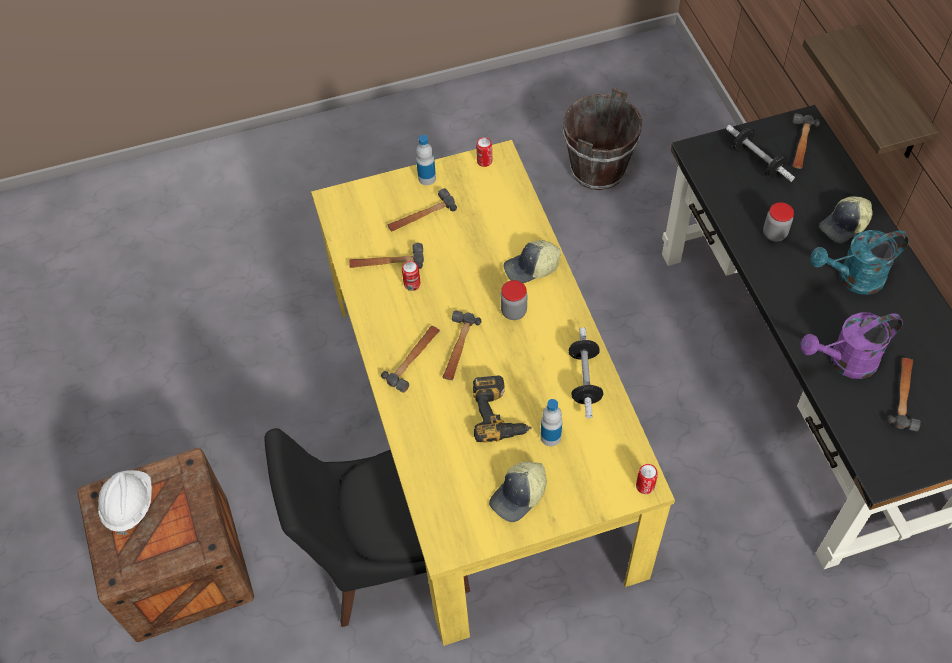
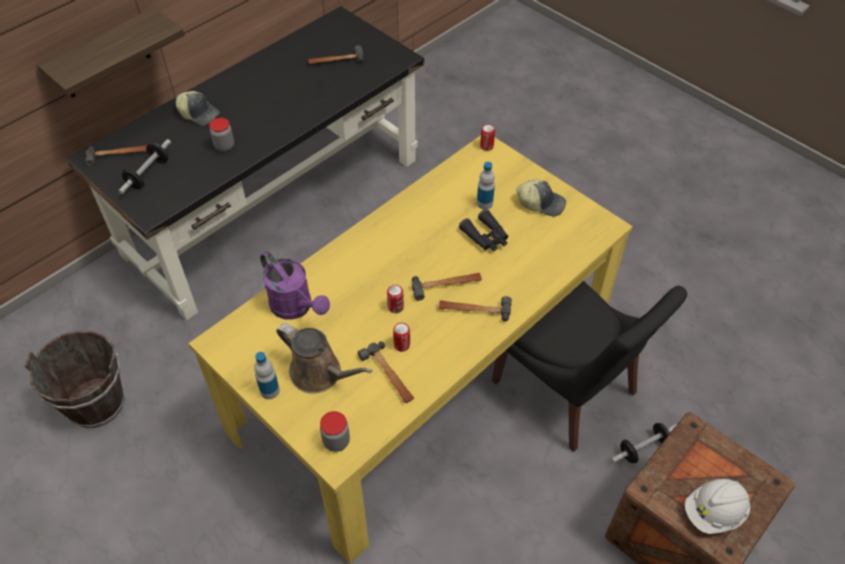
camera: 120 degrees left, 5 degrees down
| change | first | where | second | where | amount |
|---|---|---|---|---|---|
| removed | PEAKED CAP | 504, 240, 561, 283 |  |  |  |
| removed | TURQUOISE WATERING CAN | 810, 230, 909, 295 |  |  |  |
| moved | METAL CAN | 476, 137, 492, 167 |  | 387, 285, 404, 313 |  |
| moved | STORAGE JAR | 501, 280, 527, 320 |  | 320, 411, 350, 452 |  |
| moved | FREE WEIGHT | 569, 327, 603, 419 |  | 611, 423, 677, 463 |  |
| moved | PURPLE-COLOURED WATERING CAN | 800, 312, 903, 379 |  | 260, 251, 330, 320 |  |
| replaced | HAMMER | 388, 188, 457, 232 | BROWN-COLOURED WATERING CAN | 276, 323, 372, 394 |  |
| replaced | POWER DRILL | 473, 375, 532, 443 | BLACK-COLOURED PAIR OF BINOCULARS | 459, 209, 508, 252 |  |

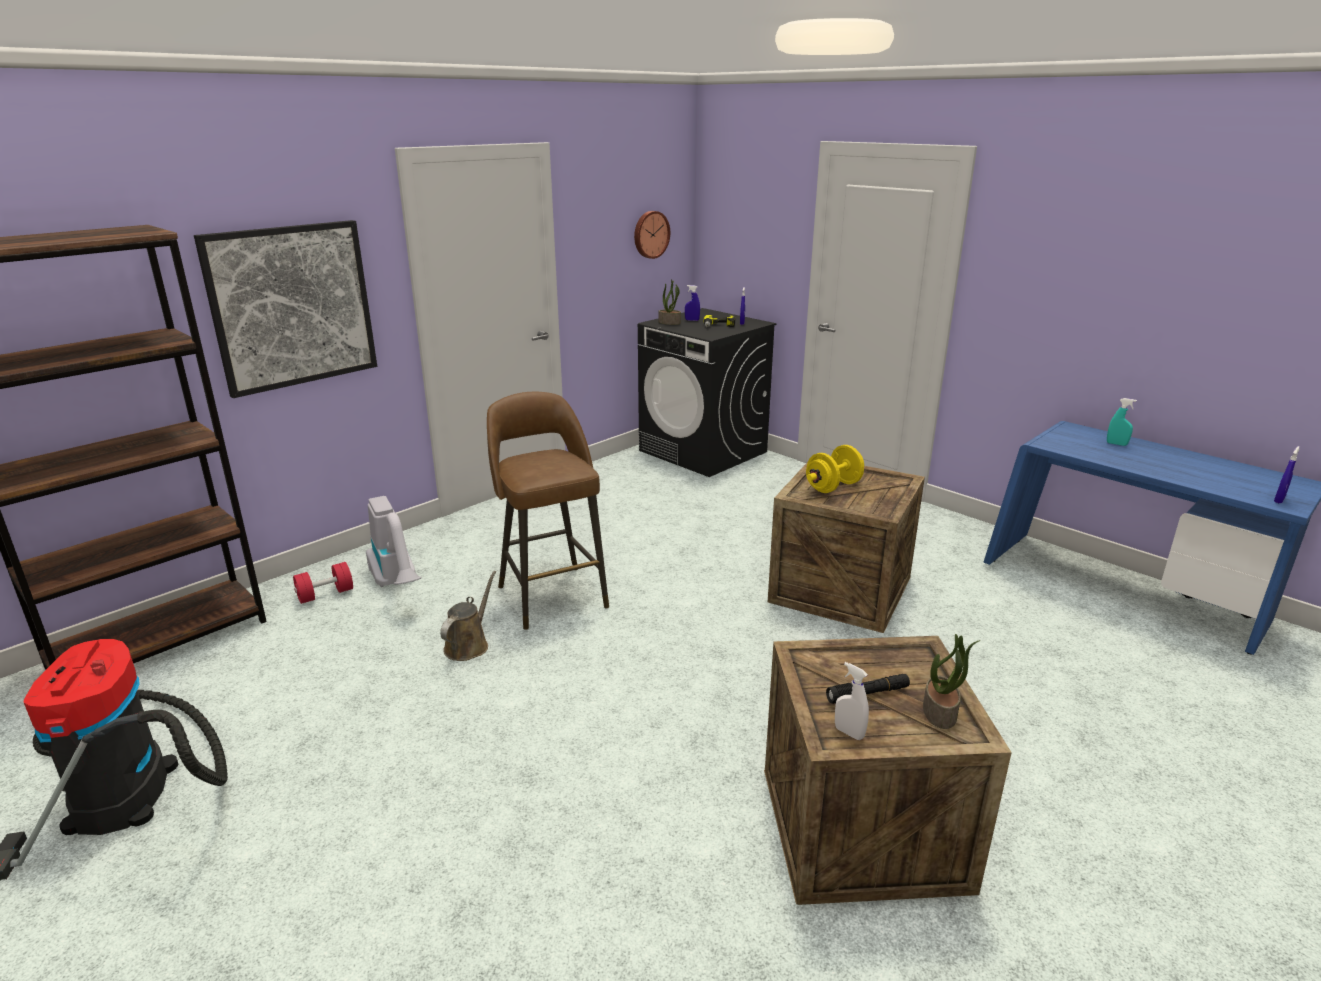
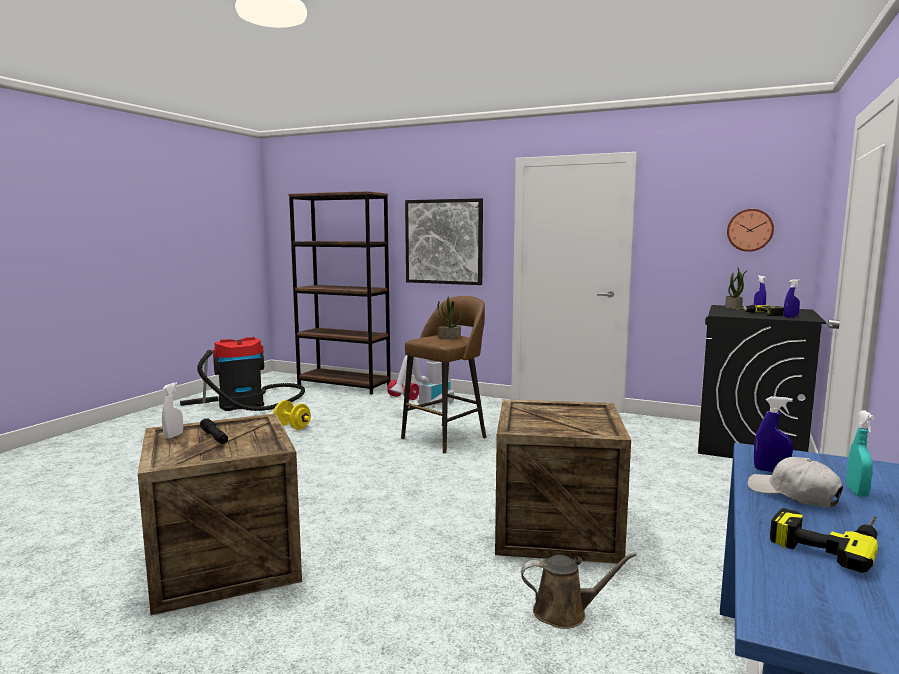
camera: 70 degrees right, 15 degrees down
| change | first | where | second | where | amount |
|---|---|---|---|---|---|
| added |  |  | WHITE-COLOURED PEAKED CAP | 747, 457, 843, 508 |  |
| added |  |  | POWER DRILL | 770, 508, 878, 573 |  |
| moved | BROWN-COLOURED WATERING CAN | 440, 571, 496, 661 |  | 521, 552, 637, 629 |  |
| moved | YELLOWISH FREE WEIGHT | 806, 445, 864, 493 |  | 273, 400, 311, 430 |  |
| moved | HOUSEPLANT | 923, 634, 981, 729 |  | 437, 296, 461, 339 |  |
| moved | BLUE HAND SPRAYER | 1274, 446, 1300, 503 |  | 754, 396, 793, 472 |  |

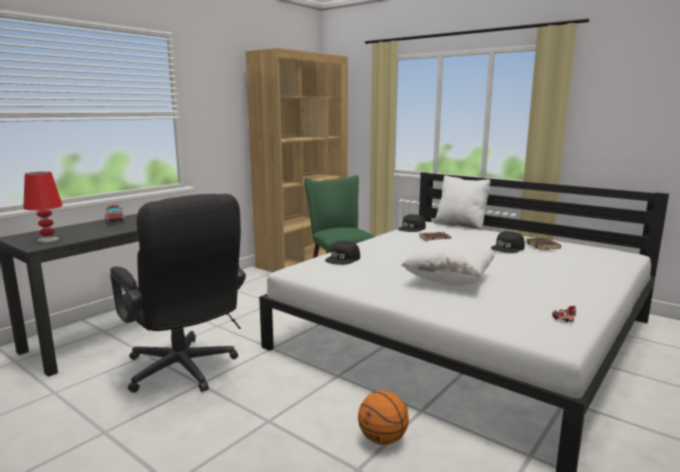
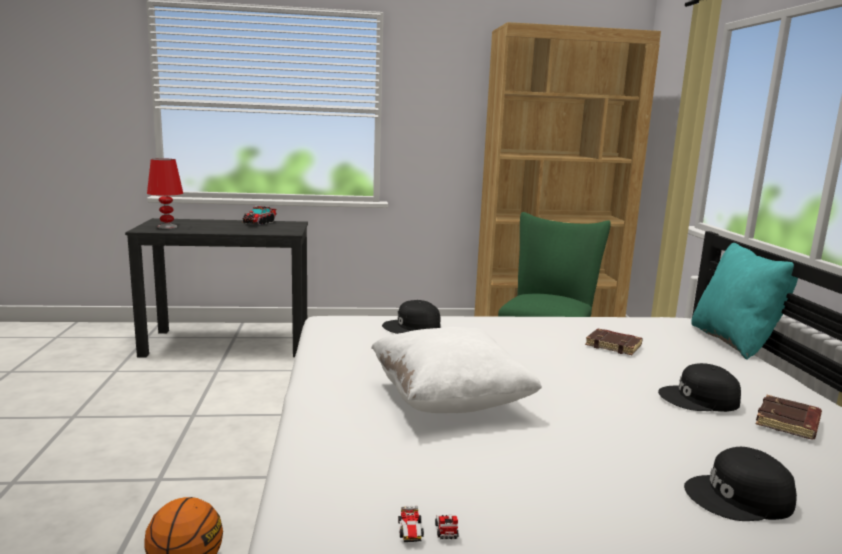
camera: 45 degrees right, 0 degrees up
| change | first | where | second | where | amount |
|---|---|---|---|---|---|
| removed | BLACK-COLOURED OFFICE CHAIR | 110, 194, 246, 393 |  |  |  |
| moved | BLACK-COLOURED PEAKED CAP | 398, 214, 426, 232 |  | 684, 447, 797, 521 |  |
| recoloured | WHITE-COLOURED THROW PILLOW | 434, 176, 491, 231 | TURQUOISE THROW PILLOW | 691, 243, 798, 360 |  |

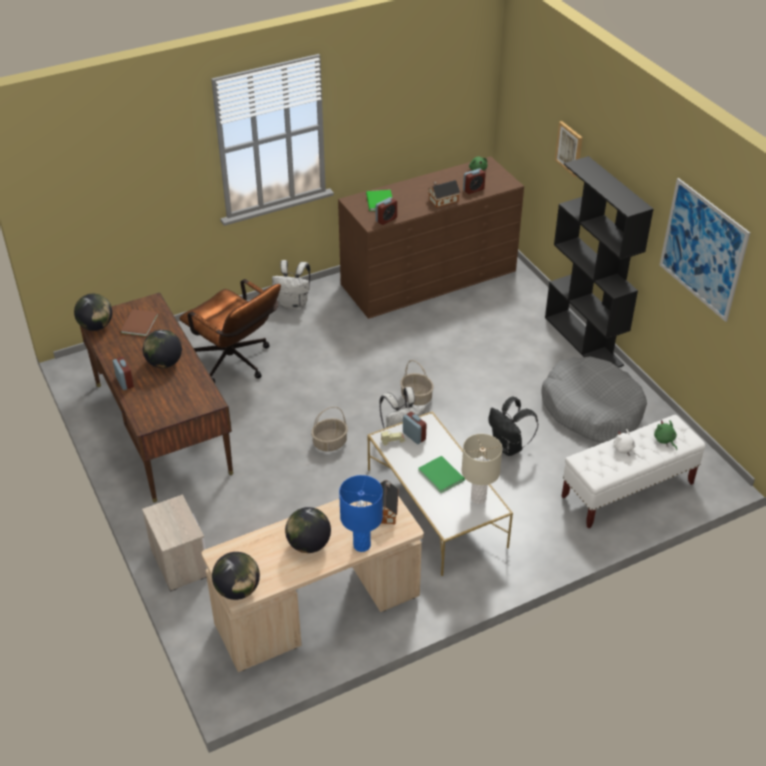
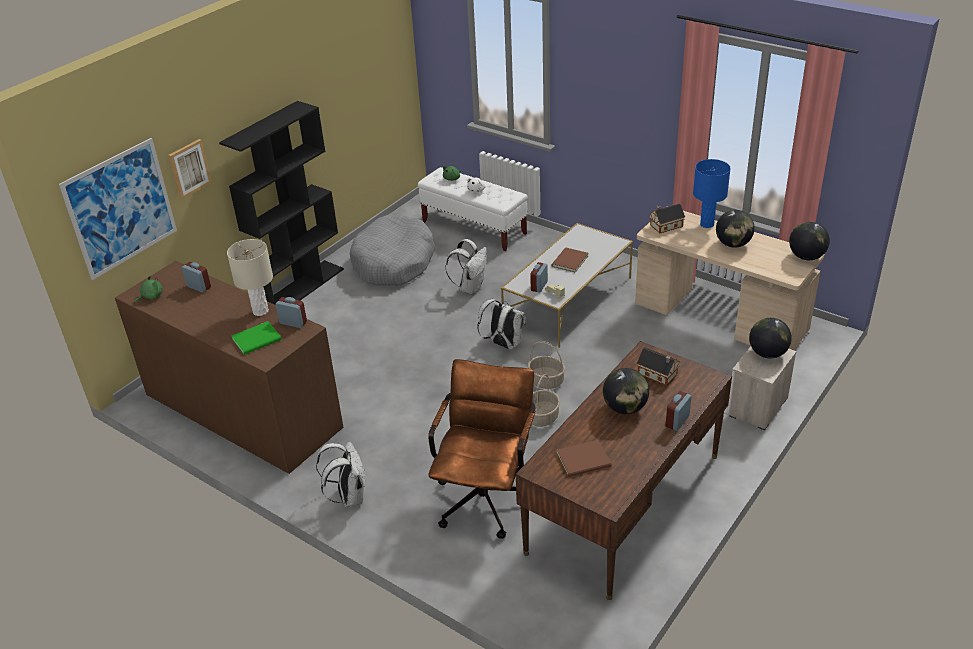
camera: 115 degrees left, 5 degrees down
| change | first | where | second | where | amount |
|---|---|---|---|---|---|
| moved | GLOBE | 74, 294, 113, 331 |  | 749, 318, 792, 358 |  |
| moved | STORAGE BASKET | 400, 360, 434, 406 |  | 532, 374, 560, 427 |  |
| moved | TOY HOUSE | 427, 180, 460, 208 |  | 637, 347, 681, 386 |  |
| moved | SAND-COLOURED TABLE LAMP | 462, 434, 502, 504 |  | 227, 239, 273, 316 |  |
| moved | PICTURE | 660, 178, 750, 322 |  | 59, 138, 177, 280 |  |
| recoloured | GREEN-COLOURED VOLUME | 418, 456, 465, 493 | BROWN-COLOURED VOLUME | 551, 247, 589, 273 |  |
| recoloured | BLACK-COLOURED RUCKSACK | 488, 397, 538, 456 | WHITE-COLOURED RUCKSACK | 445, 239, 487, 295 |  |

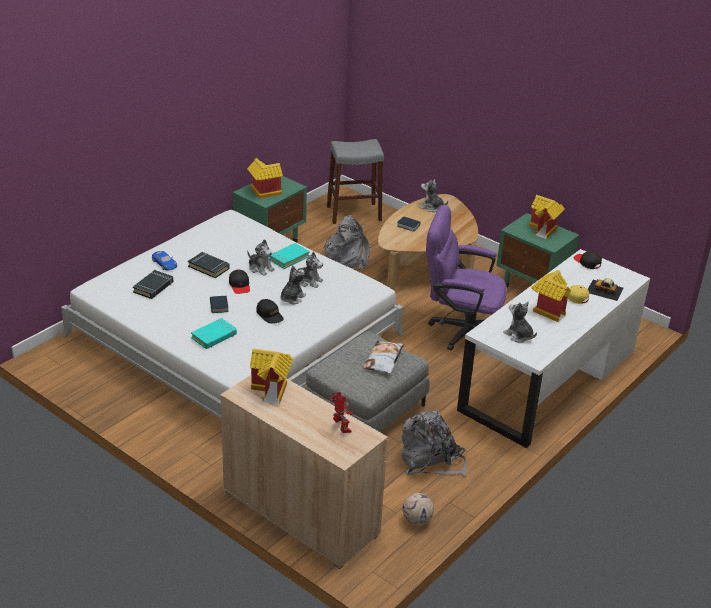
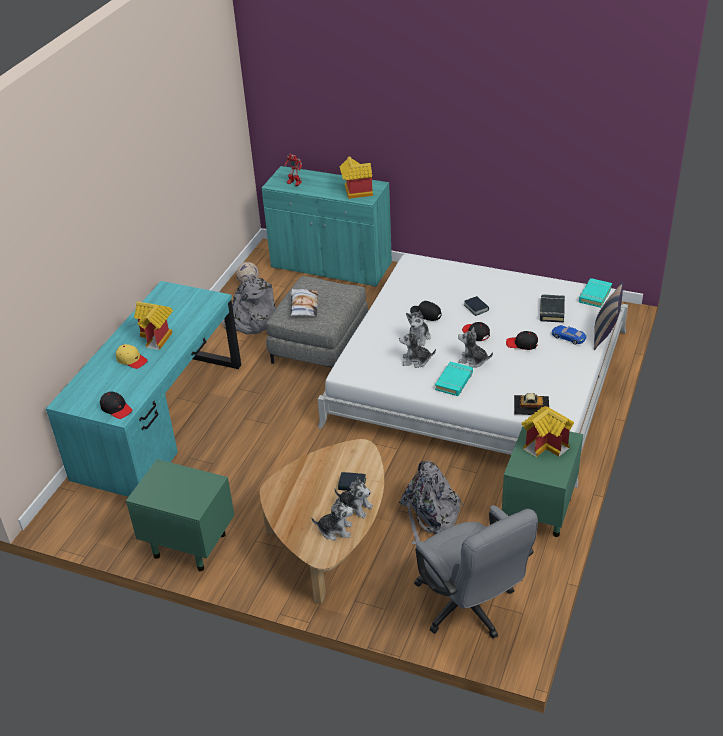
camera: 165 degrees right, 5 degrees up
| change | first | where | second | where | amount |
|---|---|---|---|---|---|
| removed | PURPLE-COLOURED OFFICE CHAIR | 426, 205, 507, 351 |  |  |  |
| removed | TOY HOUSE | 529, 195, 565, 239 |  |  |  |
| added |  |  | THROW PILLOW | 593, 282, 623, 350 |  |
| moved | TURQUOISE VOLUME | 191, 318, 237, 349 |  | 579, 278, 612, 308 |  |
| moved | PLUSH TOY | 503, 301, 537, 343 |  | 334, 476, 373, 518 |  |
| moved | MODEL CAR | 588, 278, 623, 301 |  | 514, 393, 549, 415 |  |
| replaced | BLACK-COLOURED VOLUME | 188, 252, 230, 278 | BLACK-COLOURED PEAKED CAP | 506, 331, 538, 350 |  |
| replaced | GREY STOOL SEAT | 327, 139, 384, 224 | GREY OFFICE CHAIR | 414, 505, 538, 638 |  |
| recoloured | SAND-COLOURED CABINET | 220, 375, 388, 569 | TURQUOISE CABINET | 261, 166, 392, 287 |  |
| recoloured | WHITE-COLOURED DESK TABLE | 457, 249, 650, 448 | TURQUOISE DESK TABLE | 46, 281, 241, 497 |  |

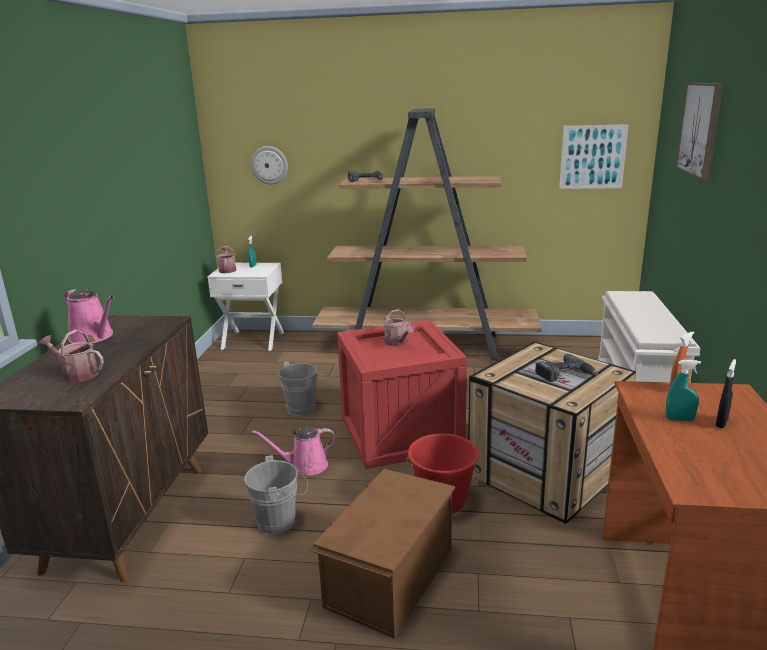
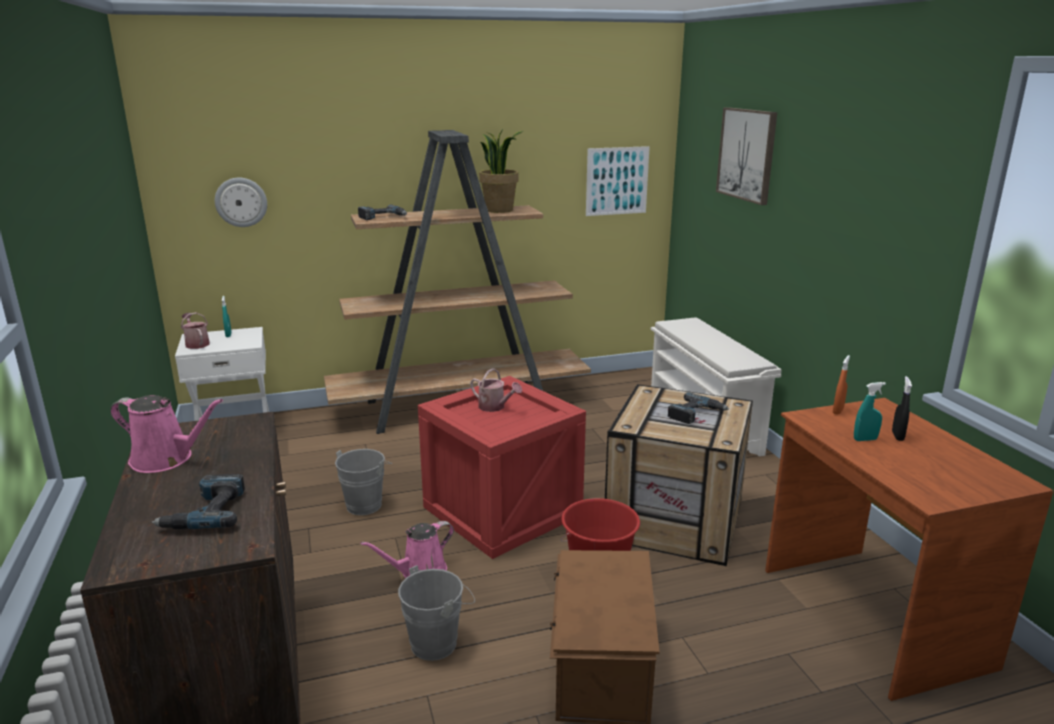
camera: 25 degrees left, 0 degrees up
| change | first | where | second | where | amount |
|---|---|---|---|---|---|
| added |  |  | HOUSEPLANT | 479, 129, 523, 213 |  |
| replaced | WATERING CAN | 39, 330, 104, 382 | POWER DRILL | 152, 474, 245, 529 |  |

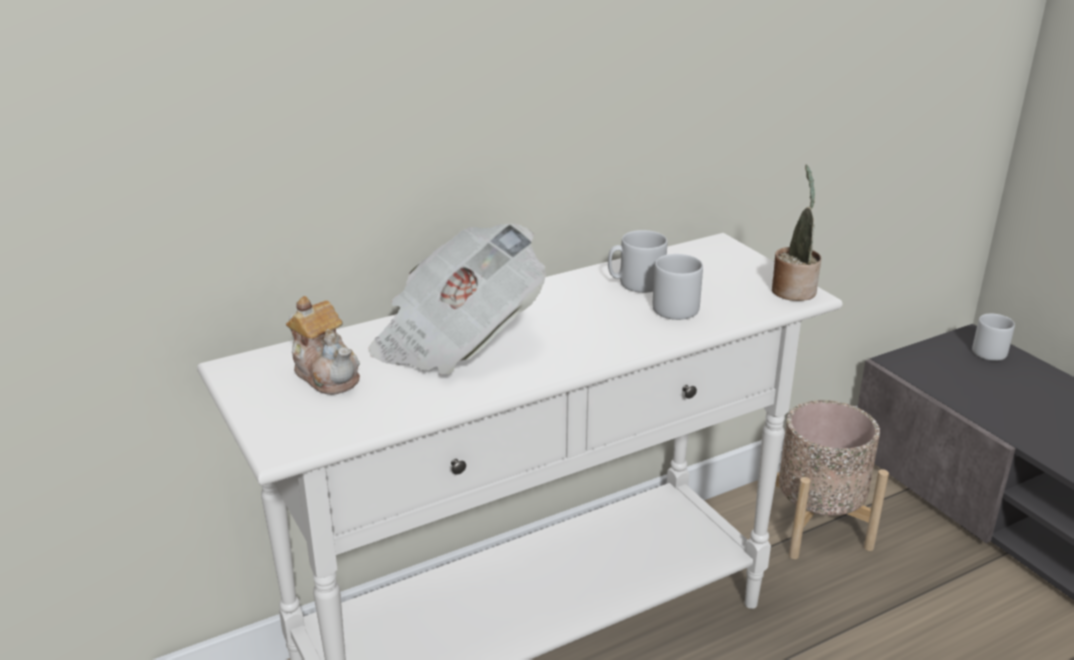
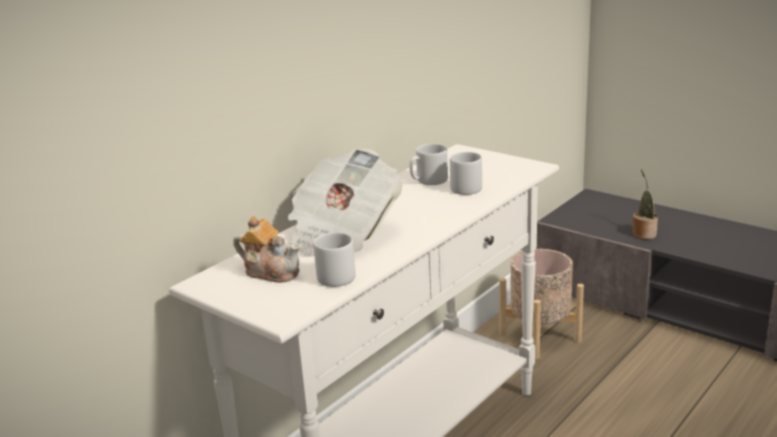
camera: 20 degrees left, 5 degrees down
| change | first | where | second | where | amount |
|---|---|---|---|---|---|
| moved | HOUSEPLANT | 772, 165, 821, 301 |  | 633, 169, 658, 239 |  |
| moved | GREY COFFEE MUG | 972, 314, 1015, 361 |  | 313, 232, 356, 287 |  |

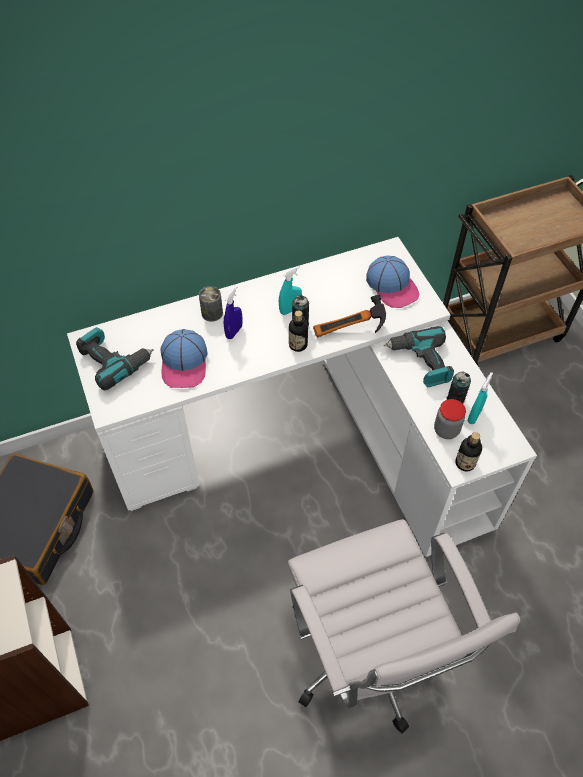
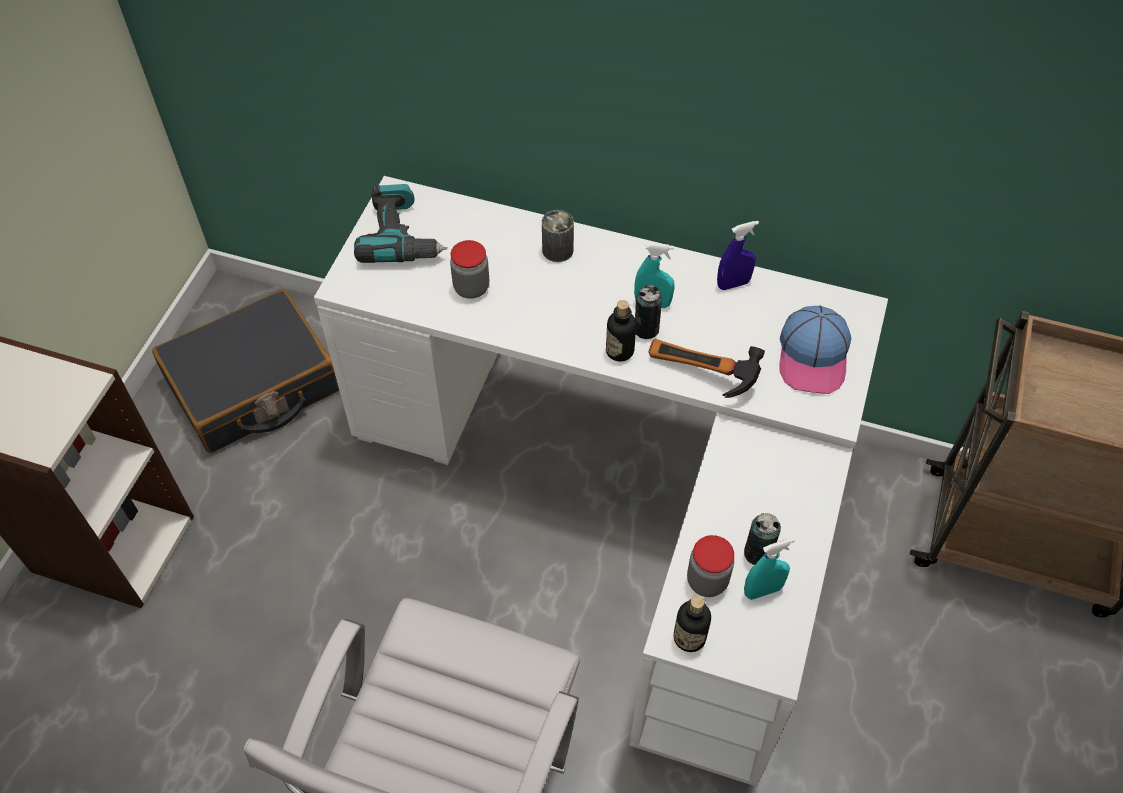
camera: 40 degrees right, 0 degrees up
| change | first | where | second | where | amount |
|---|---|---|---|---|---|
| removed | POWER DRILL | 384, 326, 454, 387 |  |  |  |
| moved | BLUE HAND SPRAYER | 224, 286, 243, 339 |  | 717, 221, 759, 290 |  |
| replaced | PEAKED CAP | 160, 329, 208, 388 | STORAGE JAR | 450, 240, 489, 299 |  |

